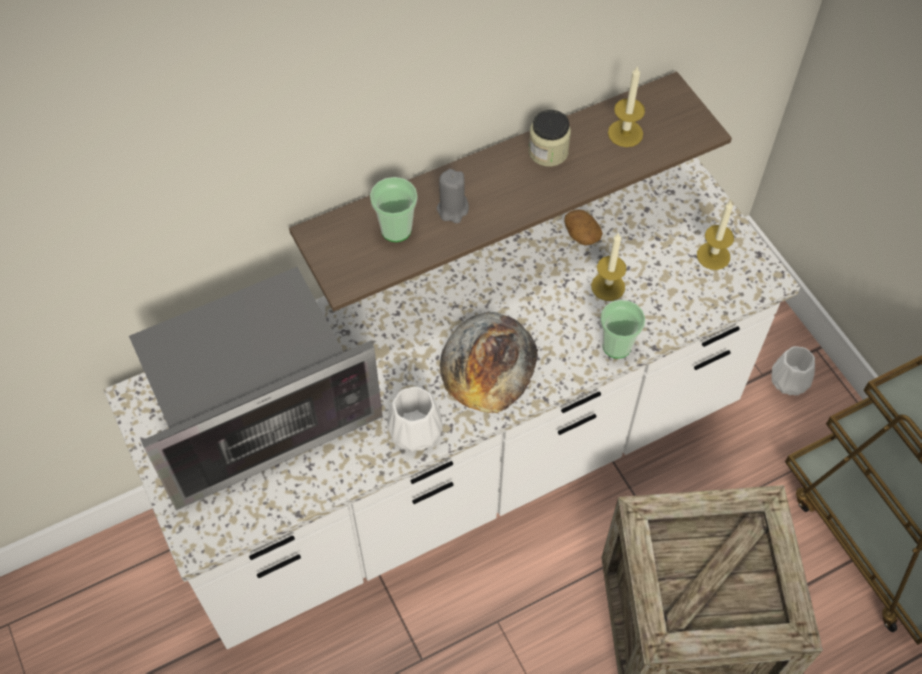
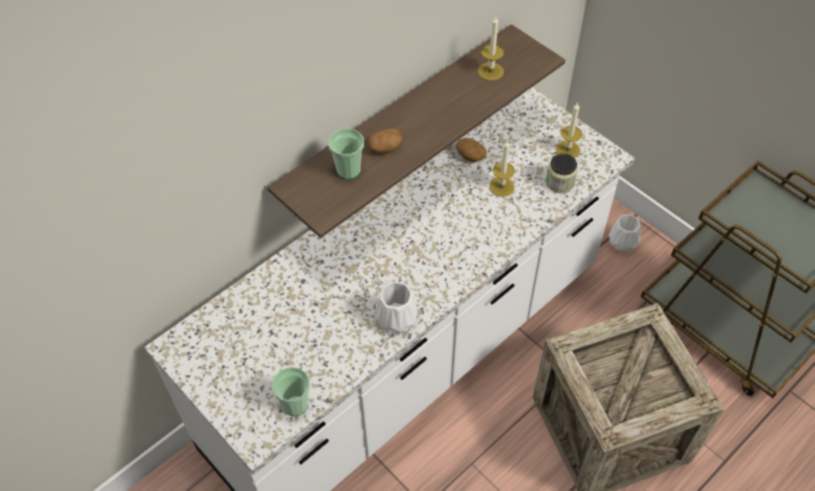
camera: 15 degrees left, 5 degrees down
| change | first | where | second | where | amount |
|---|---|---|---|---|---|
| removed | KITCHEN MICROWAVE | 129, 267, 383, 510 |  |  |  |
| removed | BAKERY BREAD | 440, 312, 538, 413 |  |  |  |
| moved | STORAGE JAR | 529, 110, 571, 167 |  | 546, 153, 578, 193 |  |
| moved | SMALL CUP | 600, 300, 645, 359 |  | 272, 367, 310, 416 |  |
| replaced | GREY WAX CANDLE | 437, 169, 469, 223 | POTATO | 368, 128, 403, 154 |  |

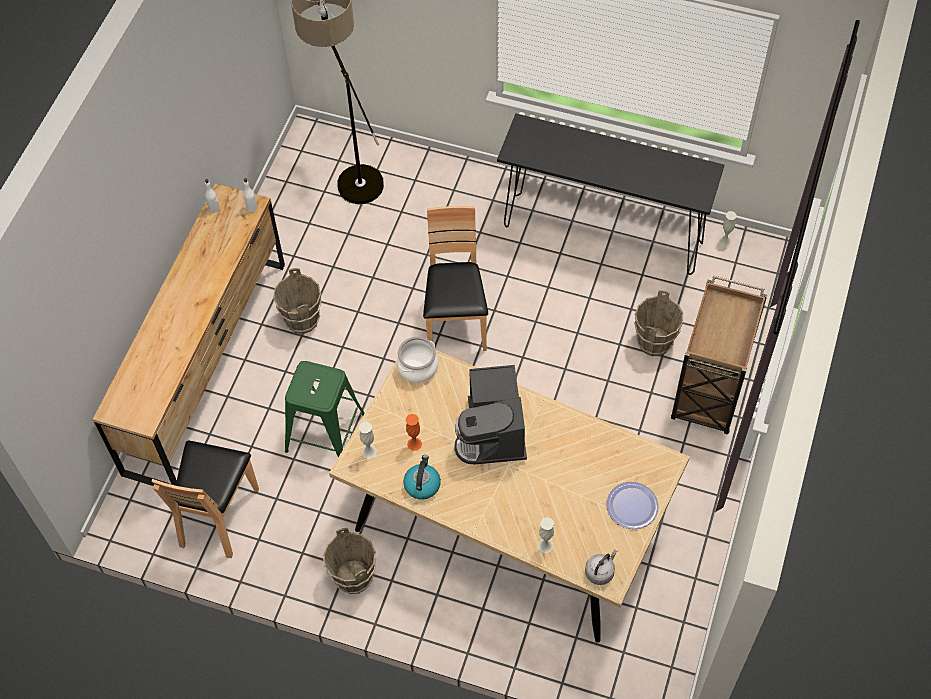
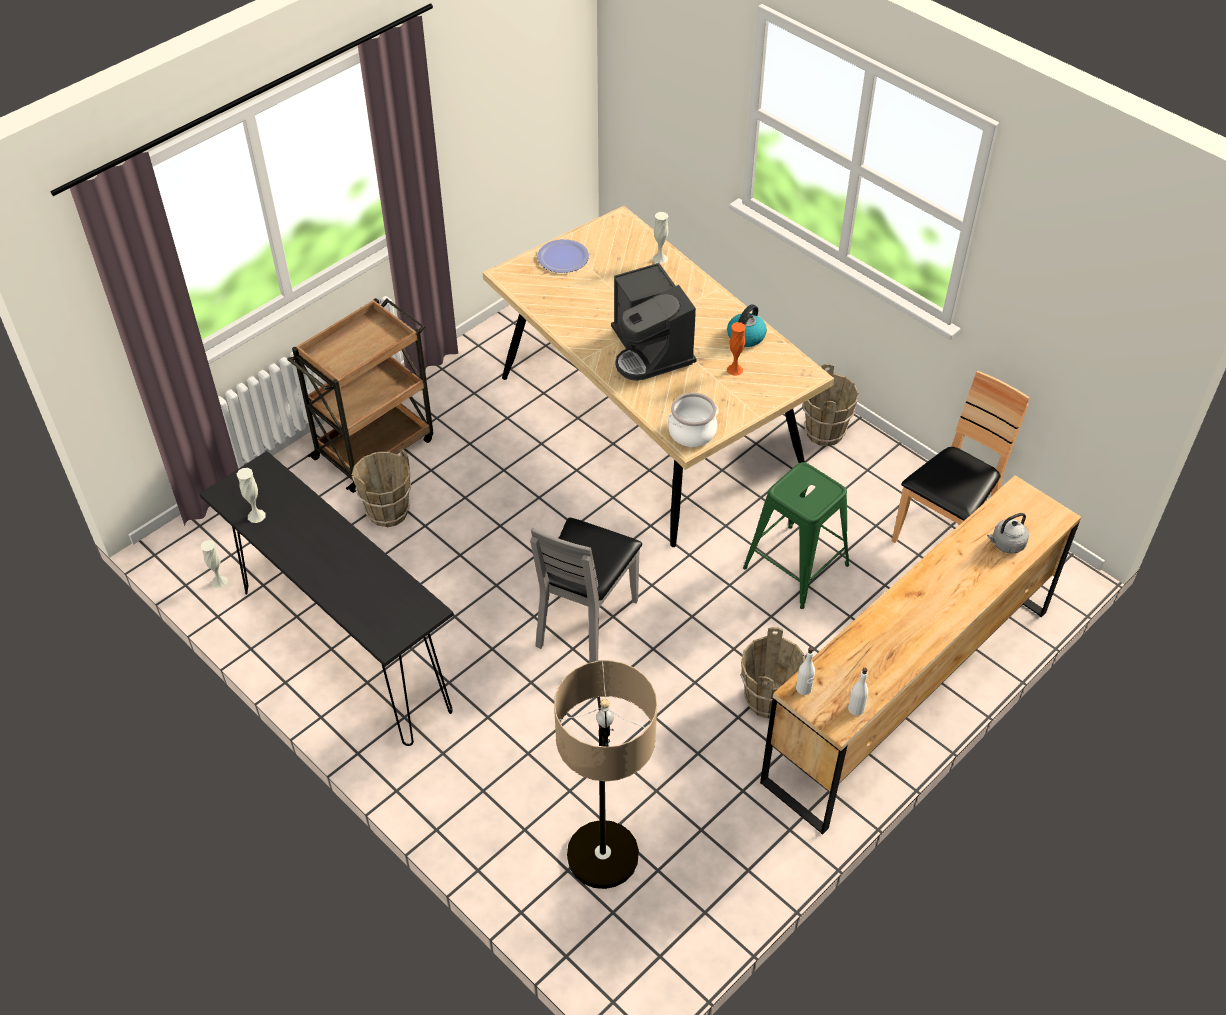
camera: 155 degrees left, 10 degrees down
| change | first | where | second | where | amount |
|---|---|---|---|---|---|
| moved | WHITE-COLOURED VASE | 359, 422, 377, 459 |  | 237, 468, 266, 523 |  |
| moved | GREY WATER KETTLE | 585, 550, 618, 585 |  | 987, 513, 1029, 554 |  |
| recoloured | BROWN-COLOURED UPRIGHT CHAIR | 423, 206, 488, 351 | GREY UPRIGHT CHAIR | 530, 518, 642, 663 |  |
| turned | COFFEE BREWER | 454, 365, 527, 465 |  | 611, 263, 697, 381 | 135 degrees clockwise |

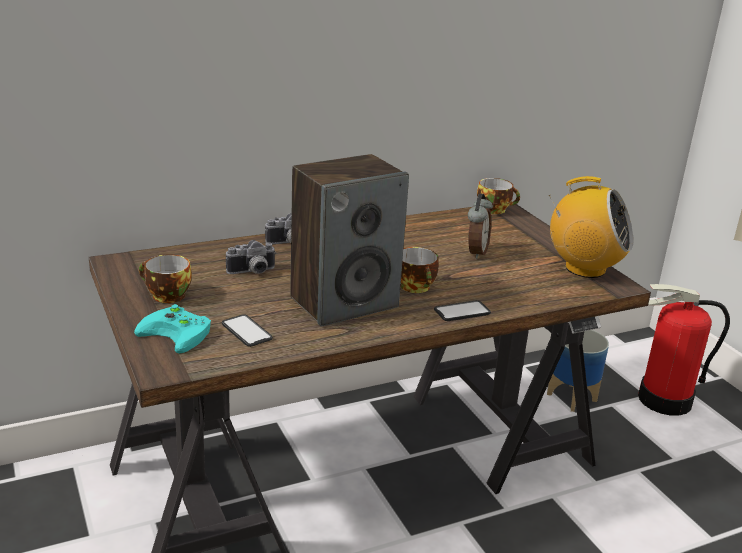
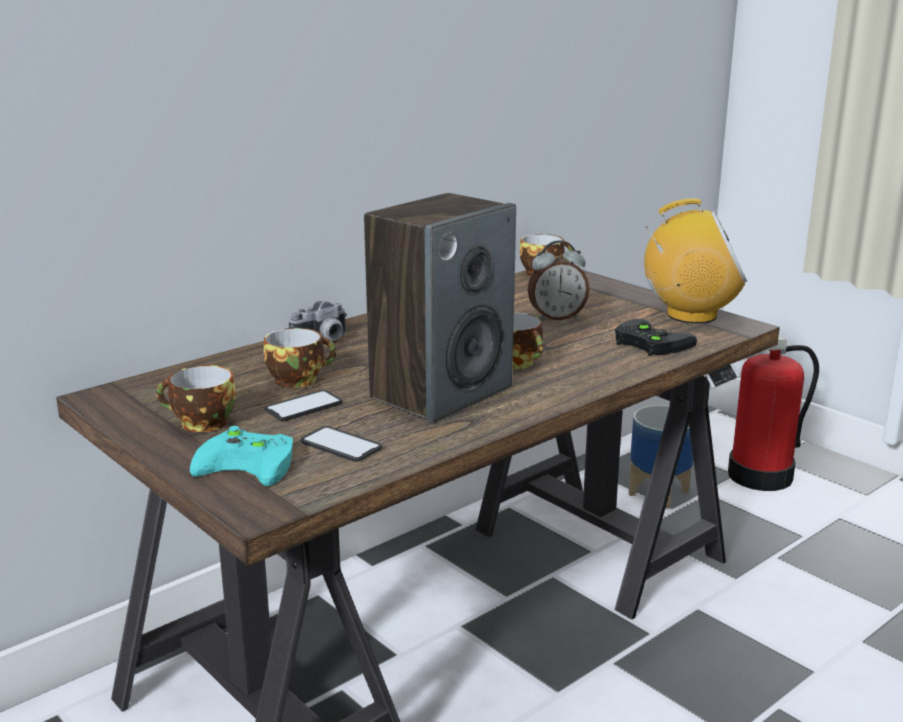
camera: 15 degrees left, 5 degrees down
| change | first | where | second | where | amount |
|---|---|---|---|---|---|
| added |  |  | BLACK-COLOURED GAMEPAD | 615, 319, 697, 356 |  |
| moved | HANDSET | 434, 300, 491, 321 |  | 264, 390, 343, 421 |  |
| replaced | STILL CAMERA | 226, 240, 276, 274 | SMALL CUP | 264, 328, 336, 388 |  |
| turned | BEDSIDE CLOCK | 468, 194, 493, 259 |  | 528, 240, 590, 320 | 75 degrees clockwise |

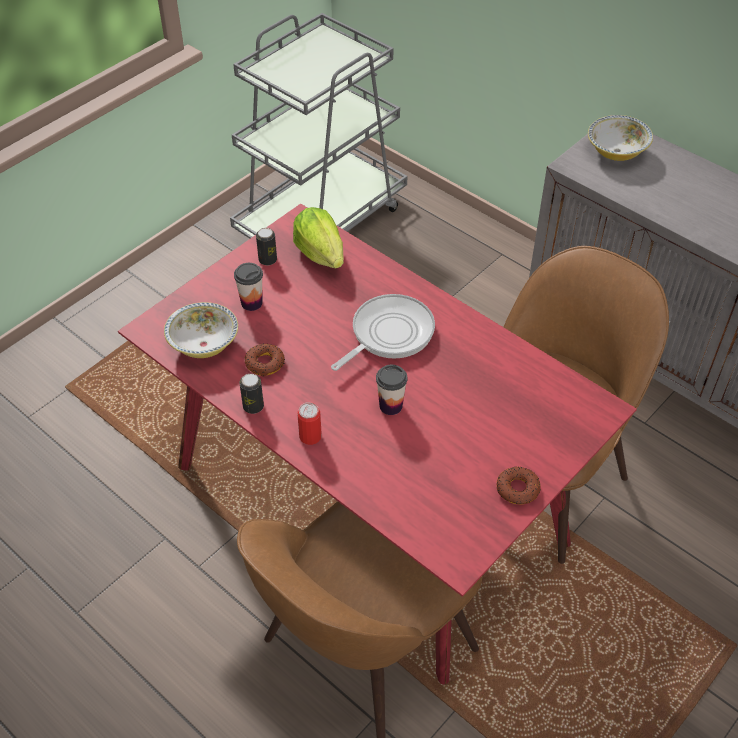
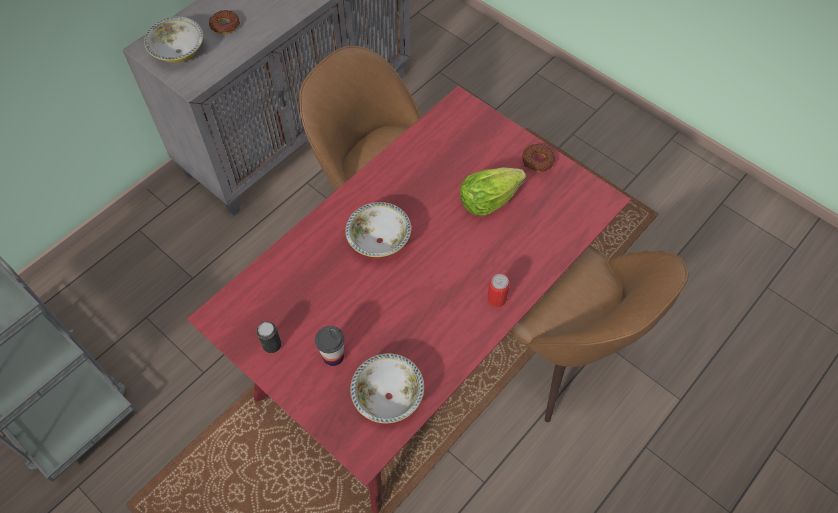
camera: 90 degrees left, 10 degrees up
| change | first | where | second | where | amount |
|---|---|---|---|---|---|
| removed | METAL CAN | 240, 374, 264, 414 |  |  |  |
| removed | SMALL CUP | 376, 365, 408, 415 |  |  |  |
| moved | DOUGHNUT | 245, 344, 285, 377 |  | 209, 10, 240, 34 |  |
| moved | LETTUCE HEAD | 293, 207, 344, 268 |  | 460, 167, 526, 216 |  |
| replaced | SKILLET | 331, 294, 435, 371 | BOWL | 345, 202, 411, 257 |  |

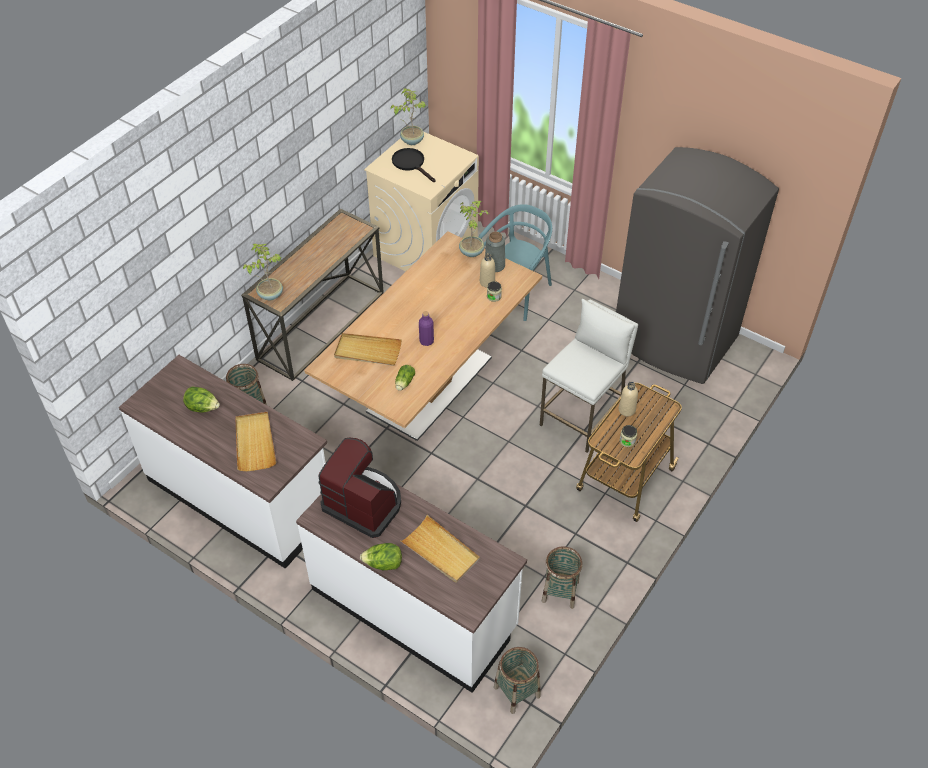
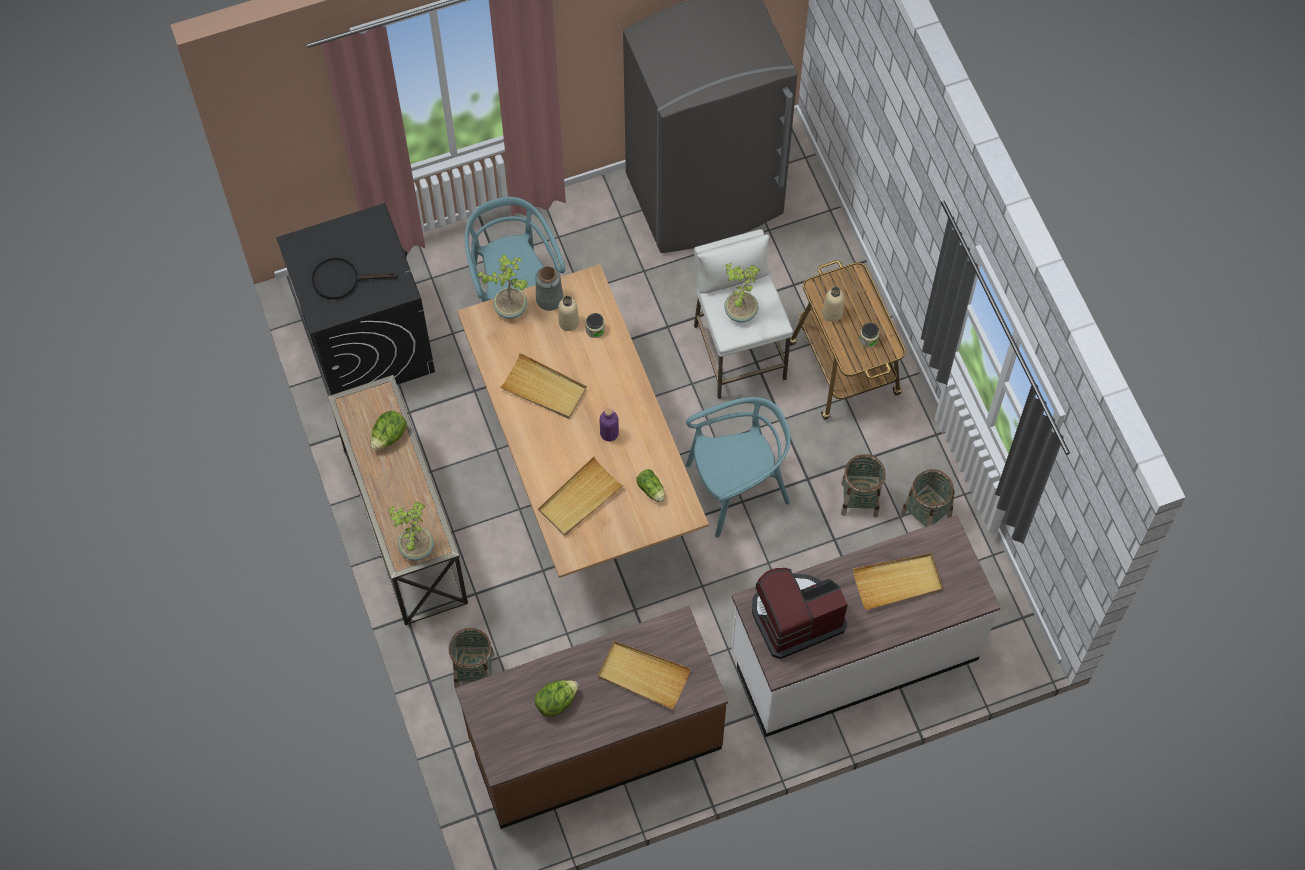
camera: 55 degrees left, 15 degrees up
| change | first | where | second | where | amount |
|---|---|---|---|---|---|
| added |  |  | SAND-COLOURED CARRYING TRAY | 499, 353, 587, 419 |  |
| added |  |  | TURQUOISE UPRIGHT CHAIR | 686, 397, 791, 538 |  |
| moved | LETTUCE HEAD | 360, 543, 402, 570 |  | 371, 411, 407, 450 |  |
| moved | HOUSEPLANT | 391, 88, 427, 145 |  | 724, 262, 760, 323 |  |
| moved | STORAGE BASKET | 494, 647, 541, 714 |  | 841, 454, 886, 517 |  |
| recoloured | WHITE-COLOURED KITCHEN BASE UNIT | 119, 355, 327, 569 | BROWN-COLOURED KITCHEN BASE UNIT | 455, 606, 728, 829 |  |
| recoloured | SAND-COLOURED WASHING MACHINE | 364, 132, 479, 272 | BLACK-COLOURED WASHING MACHINE | 276, 203, 435, 395 |  |

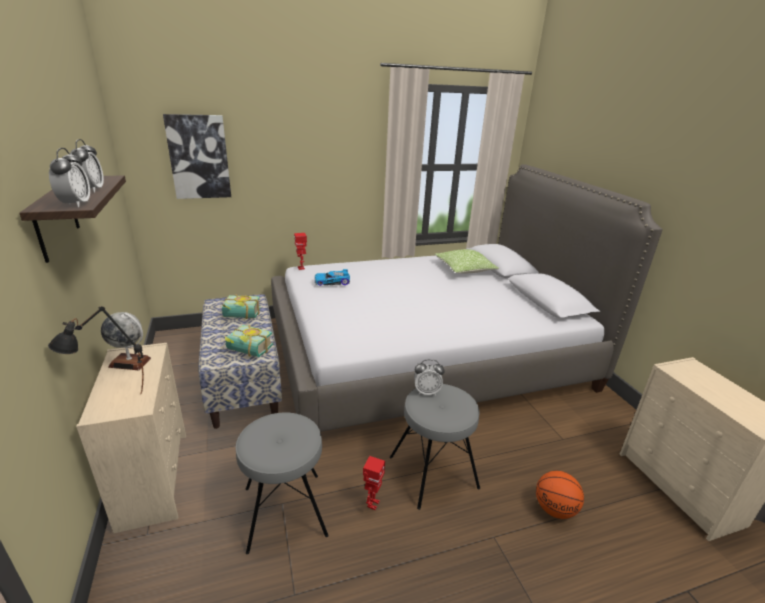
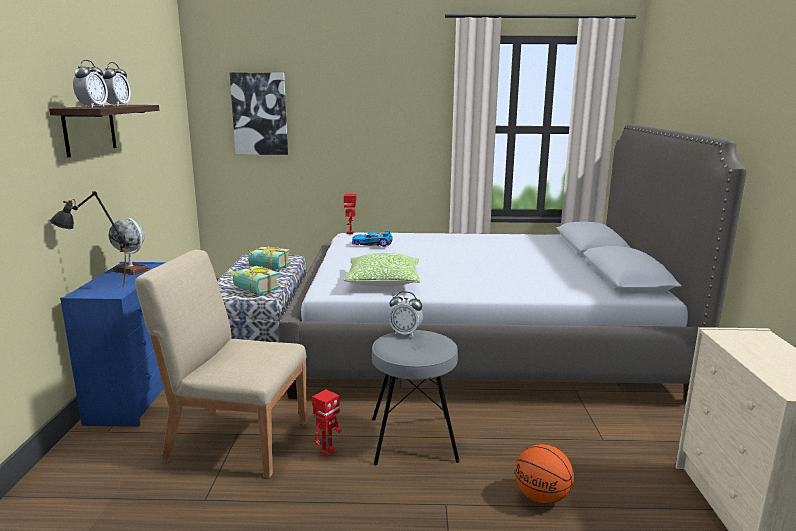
camera: 20 degrees right, 10 degrees down
| change | first | where | second | where | amount |
|---|---|---|---|---|---|
| moved | THROW PILLOW | 435, 249, 499, 273 |  | 344, 253, 420, 287 |  |
| replaced | GREY STOOL SEAT | 235, 413, 329, 554 | SAND-COLOURED UPRIGHT CHAIR | 135, 250, 307, 478 |  |
| recoloured | SAND-COLOURED CHEST OF DRAWERS | 76, 343, 186, 533 | BLUE CHEST OF DRAWERS | 60, 262, 166, 427 |  |

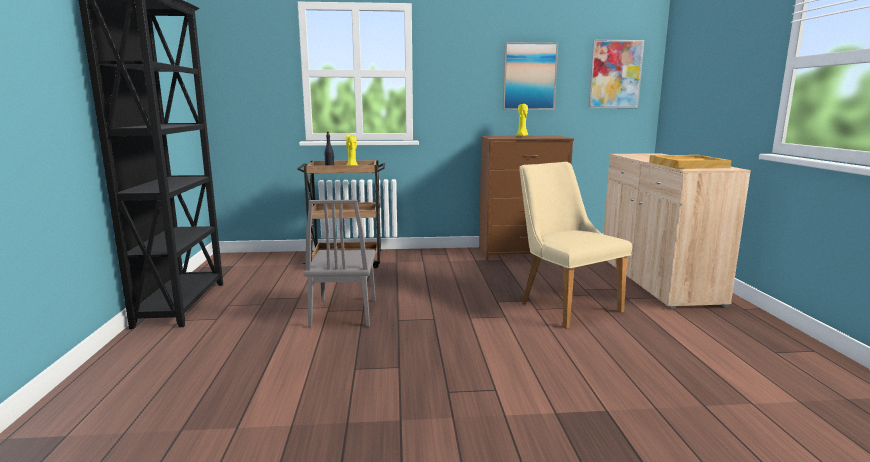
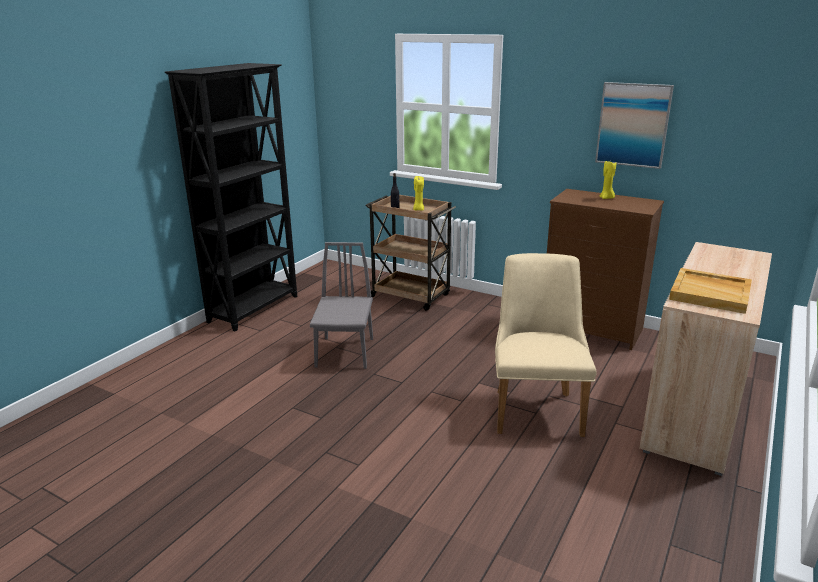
camera: 35 degrees right, 10 degrees up
| change | first | where | second | where | amount |
|---|---|---|---|---|---|
| removed | PICTURE | 588, 40, 644, 108 |  |  |  |
| turned | GREY UPRIGHT CHAIR | 304, 200, 376, 328 |  | 310, 242, 373, 369 | 150 degrees clockwise |

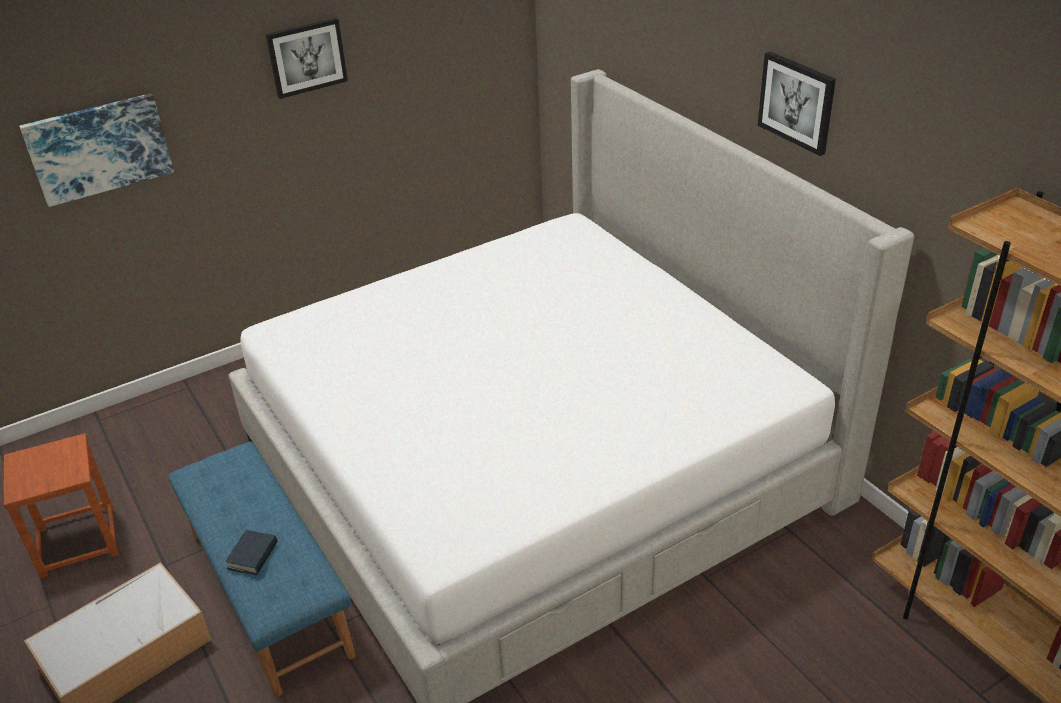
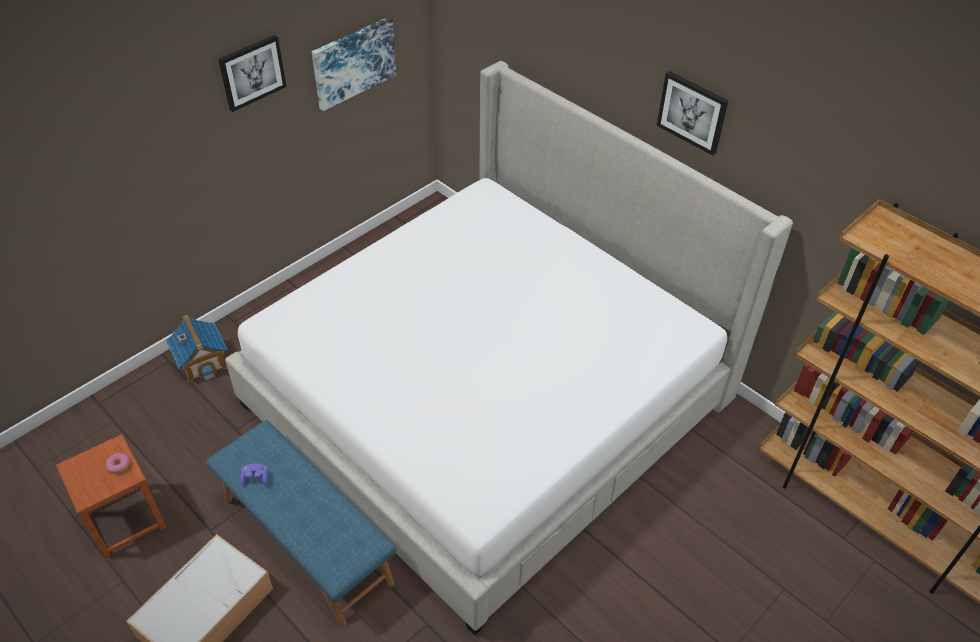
camera: 15 degrees left, 10 degrees up
| change | first | where | second | where | amount |
|---|---|---|---|---|---|
| removed | VOLUME | 226, 530, 277, 575 |  |  |  |
| added |  |  | DOUGHNUT | 106, 453, 130, 474 |  |
| added |  |  | TOY HOUSE | 166, 315, 228, 382 |  |
| added |  |  | PURPLE-COLOURED GAMEPAD | 240, 464, 268, 485 |  |
| moved | PICTURE | 19, 93, 174, 207 |  | 312, 17, 396, 111 |  |

